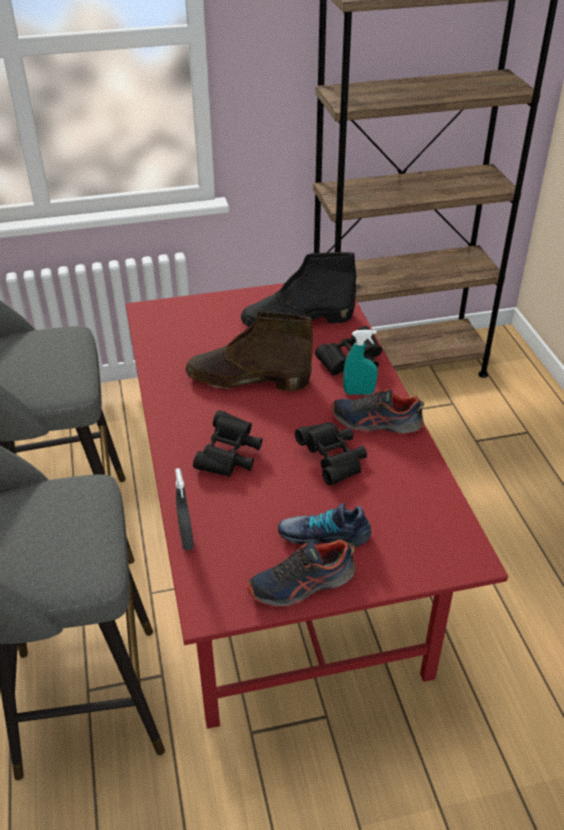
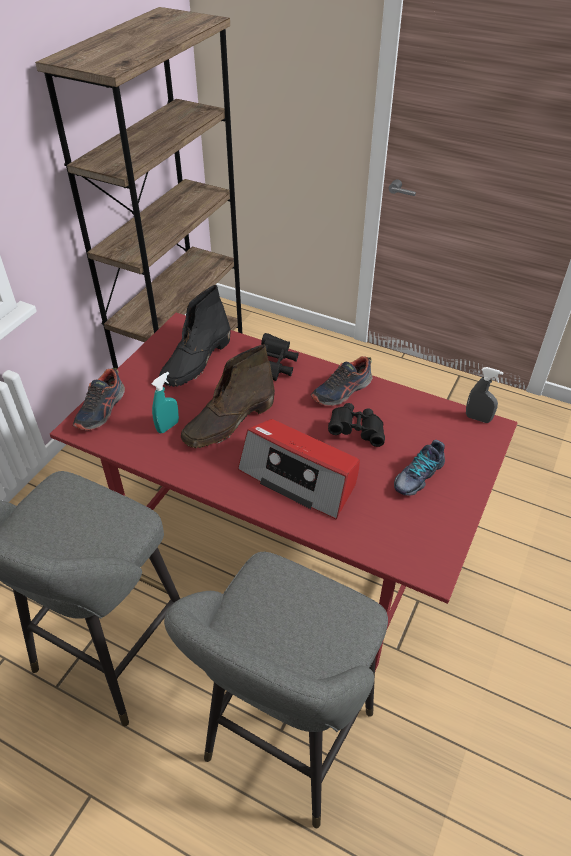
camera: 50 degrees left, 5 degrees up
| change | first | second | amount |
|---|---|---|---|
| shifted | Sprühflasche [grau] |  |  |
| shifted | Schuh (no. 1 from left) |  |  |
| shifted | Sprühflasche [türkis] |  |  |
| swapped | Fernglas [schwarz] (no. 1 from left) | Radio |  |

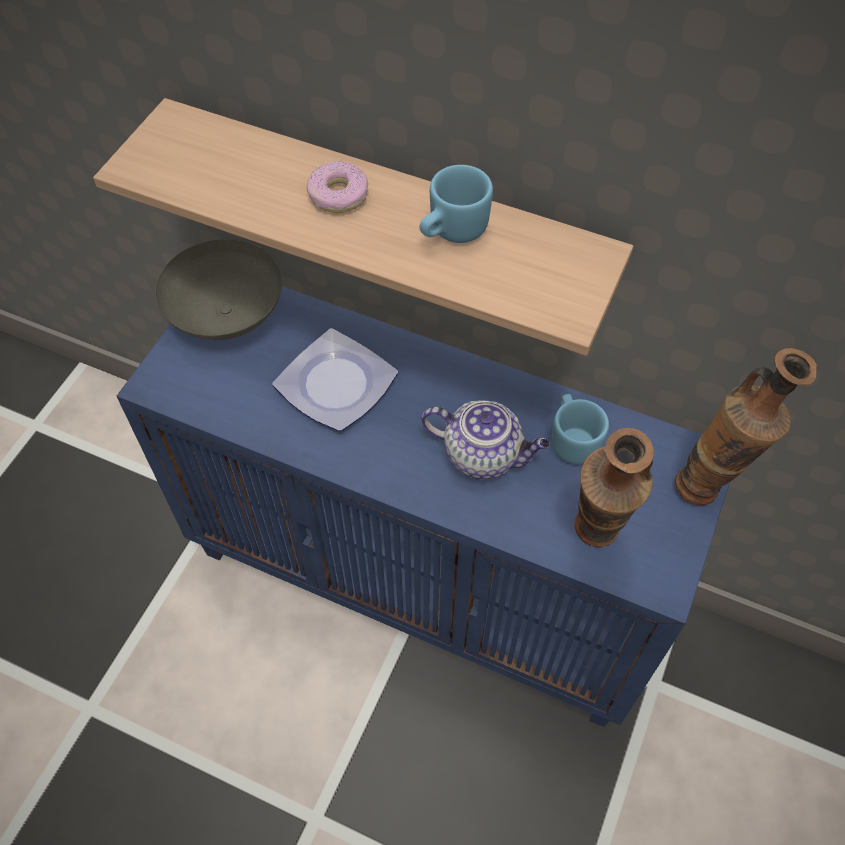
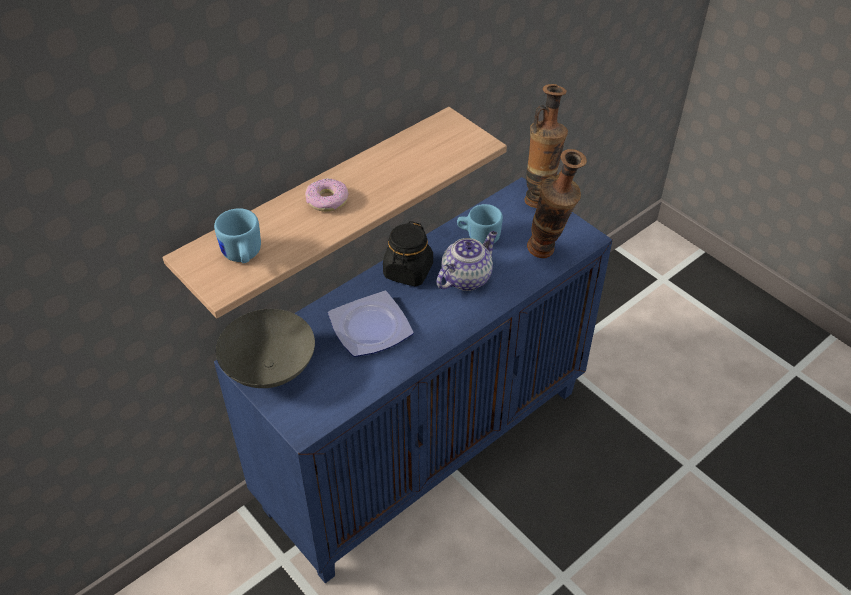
camera: 65 degrees left, 10 degrees down
| change | first | second | amount |
|---|---|---|---|
| new |  | Vorratsglas [schwarz] |  |
| shifted | Henkelbecher [blau] (no. 1 from left) |  |  |

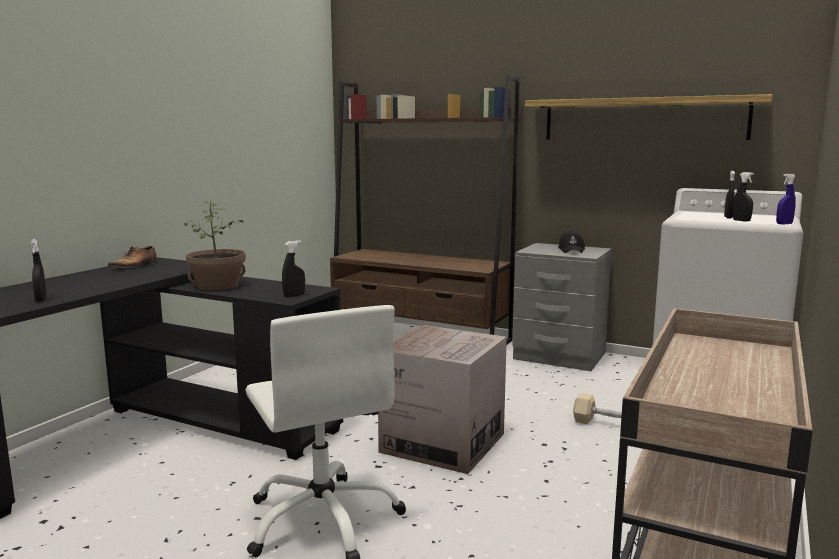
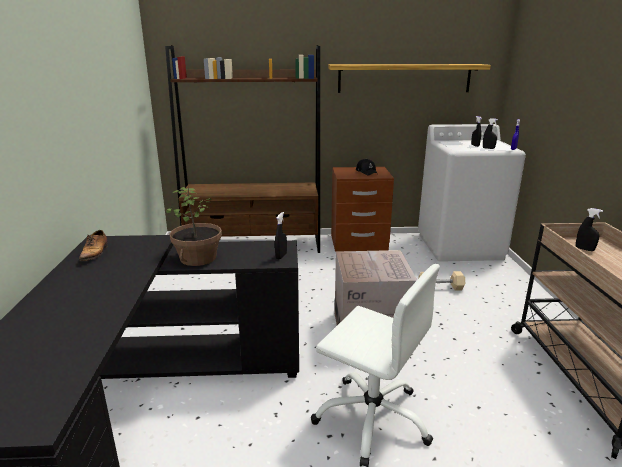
camera: 30 degrees left, 10 degrees up
| change | first | second | amount |
|---|---|---|---|
| shifted | Sprühflasche [schwarz] (no. 1 from left in the first image) | Sprühflasche [schwarz] (no. 4 from left) |  |
| repainted | Nachttisch [grau] | Nachttisch [braun] |  |

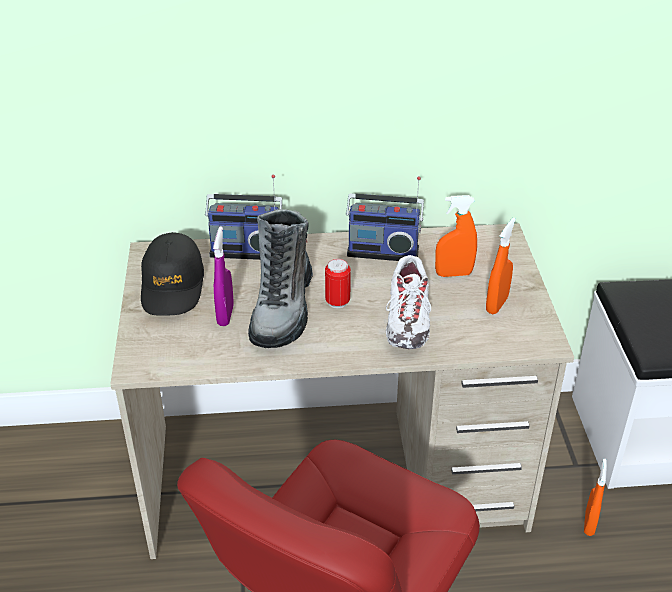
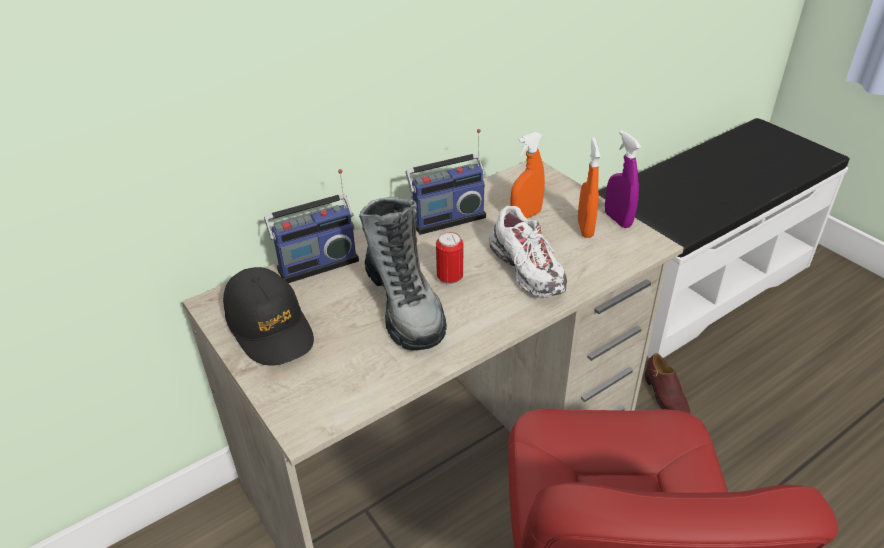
camera: 30 degrees left, 0 degrees up
| change | first | second | amount |
|---|---|---|---|
| shifted | Sprühflasche [lila] |  |  |
| swapped | Sprühflasche [orange] (no. 3 from left) | Schuh [braun] |  |

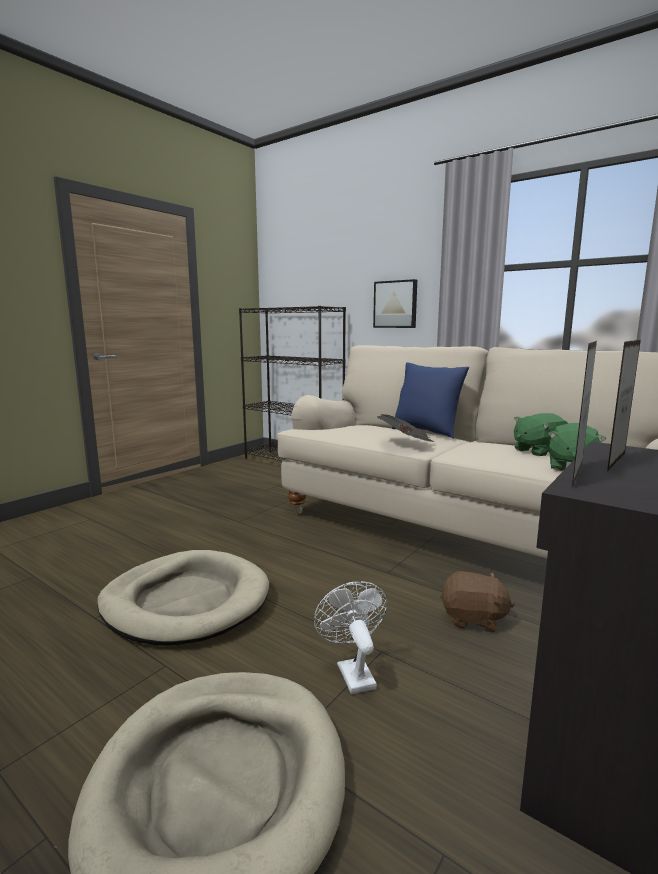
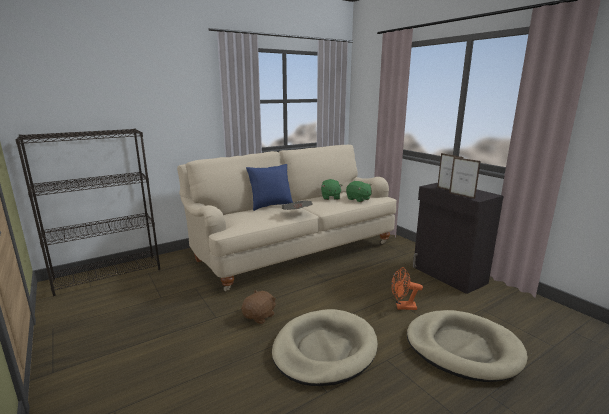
camera: 70 degrees left, 5 degrees up
| change | first | second | amount |
|---|---|---|---|
| gone | Bild |  |  |
| shifted | Plüschtier [braun] |  |  |
| repainted | Ventilator [weiß] | Ventilator [orange] |  |

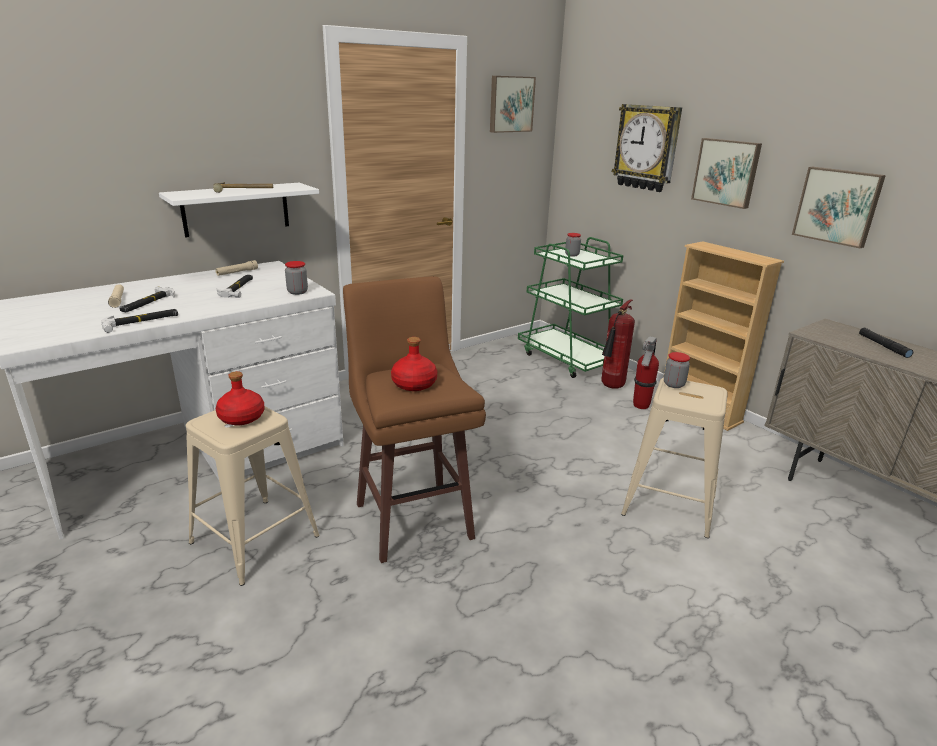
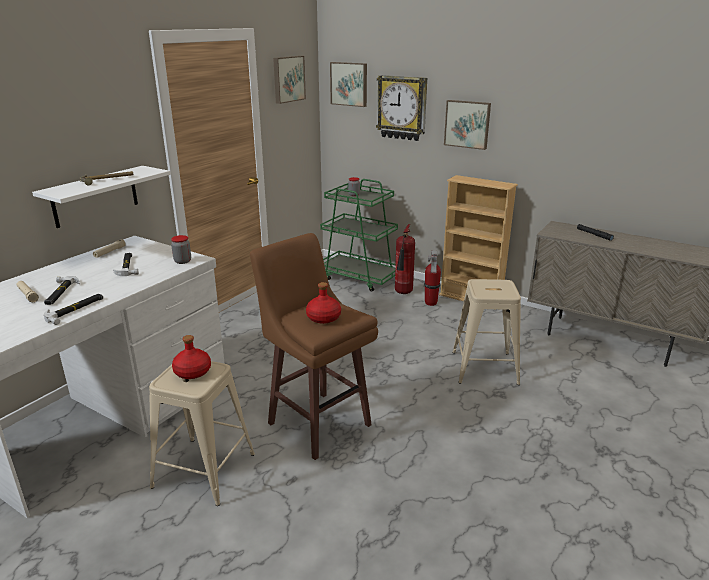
camera: 20 degrees left, 0 degrees up
| change | first | second | amount |
|---|---|---|---|
| gone | Vorratsglas (no. 3 from left) |  |  |
| shifted | Bild (no. 3 from left in the first image) | Bild (no. 2 from left) |  |

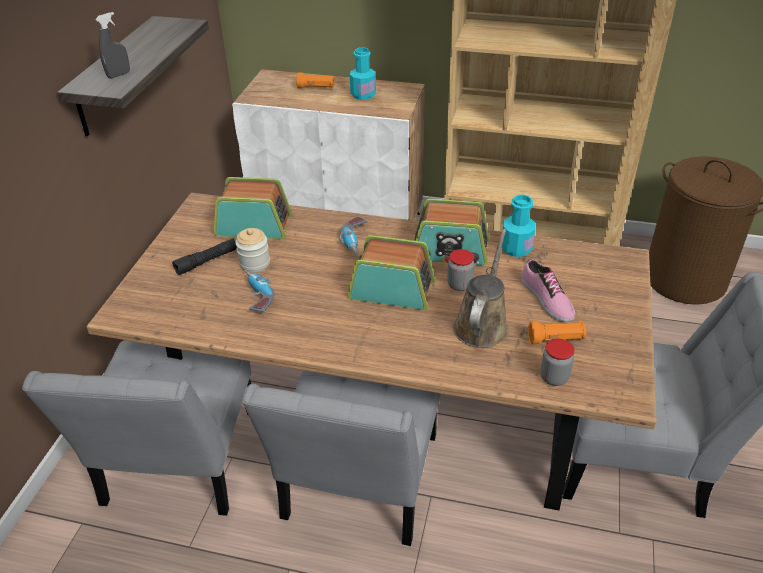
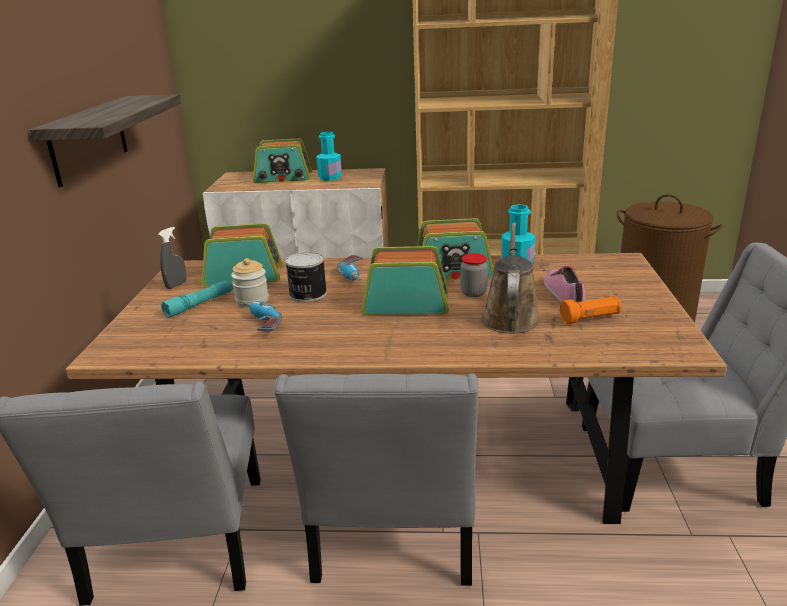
camera: 10 degrees left, 15 degrees down
| change | first | second | amount |
|---|---|---|---|
| gone | Vorratsglas (no. 3 from left) |  |  |
| new |  | Dose |  |
| shifted | Sprühflasche [grau] |  |  |
| swapped | Taschenlampe [orange] (no. 1 from left) | Radio (no. 2 from left) |  |
| repainted | Taschenlampe [schwarz] | Taschenlampe [türkis] |  |
| rotated | Schuh |  | 150 degrees counterclockwise |

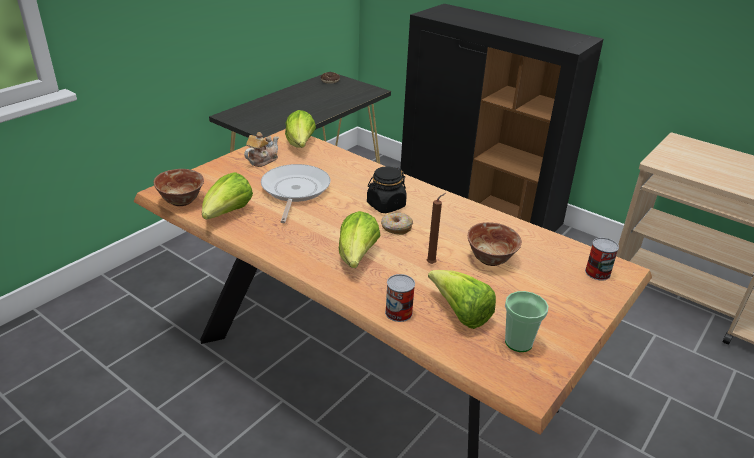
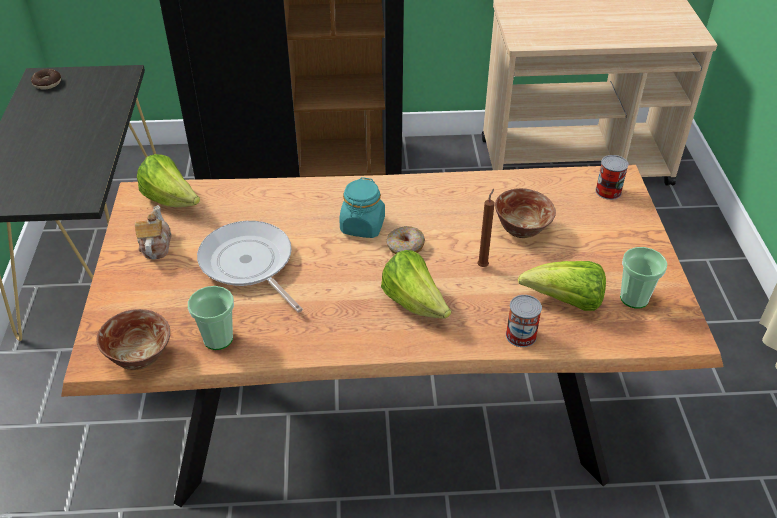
camera: 40 degrees left, 10 degrees up
| change | first | second | amount |
|---|---|---|---|
| swapped | Salatkopf (no. 1 from left) | Tasse (no. 1 from left) |  |
| repainted | Vorratsglas [schwarz] | Vorratsglas [türkis] |  |

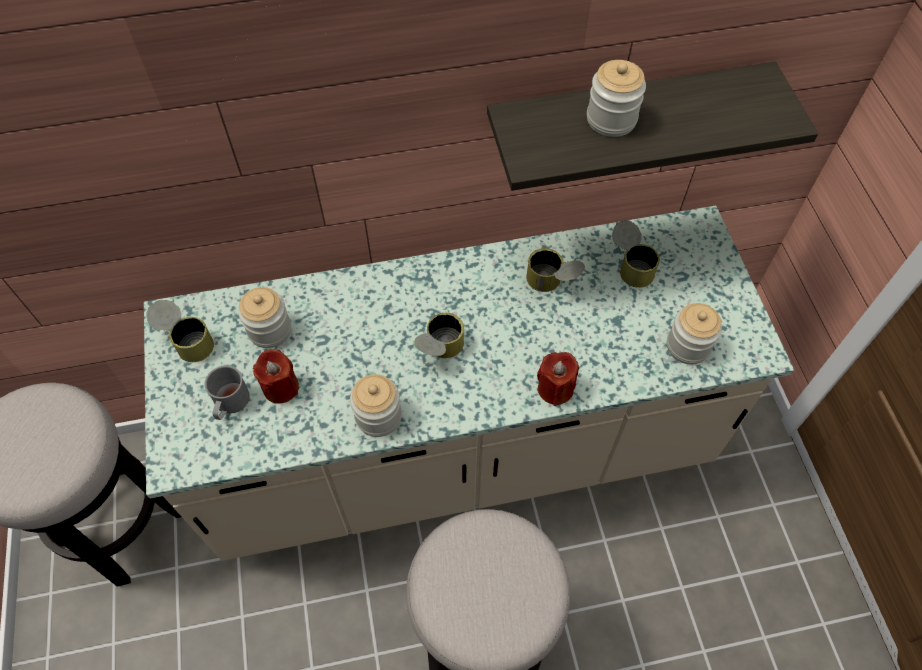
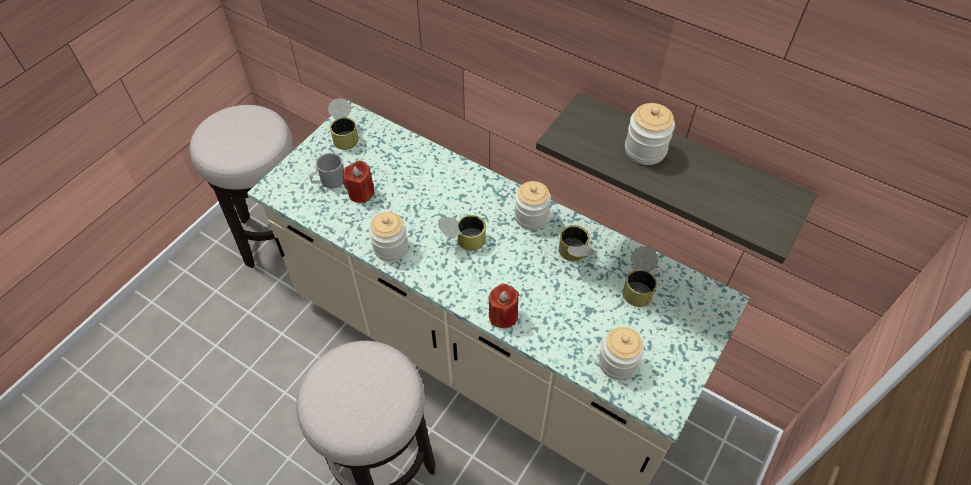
camera: 45 degrees right, 5 degrees down
| change | first | second | amount |
|---|---|---|---|
| shifted | Vorratsglas (no. 1 from left in the first image) | Vorratsglas (no. 2 from left) |  |

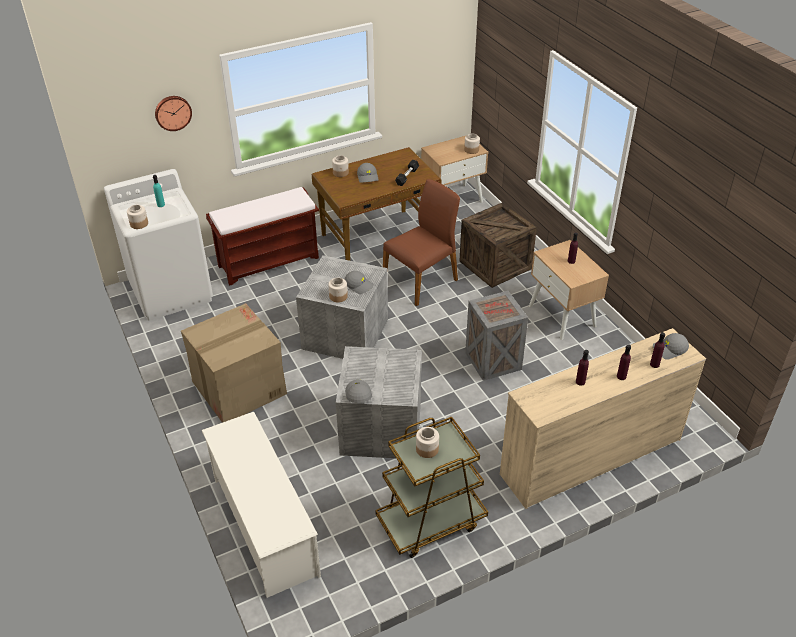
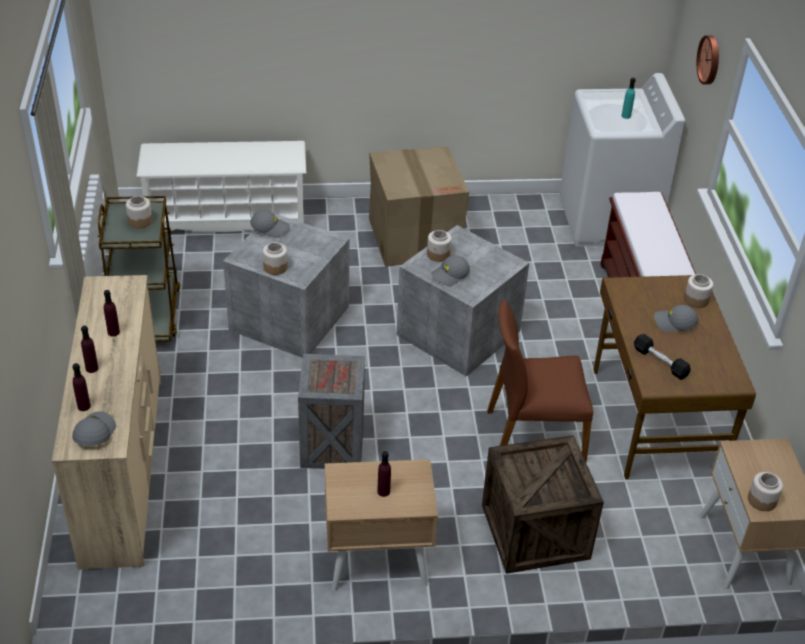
camera: 110 degrees right, 0 degrees up
| change | first | second | amount |
|---|---|---|---|
| shifted | Vorratsglas (no. 1 from left in the first image) | Vorratsglas (no. 2 from left) |  |
| rotated | Stuhl [braun] |  | 105 degrees clockwise |

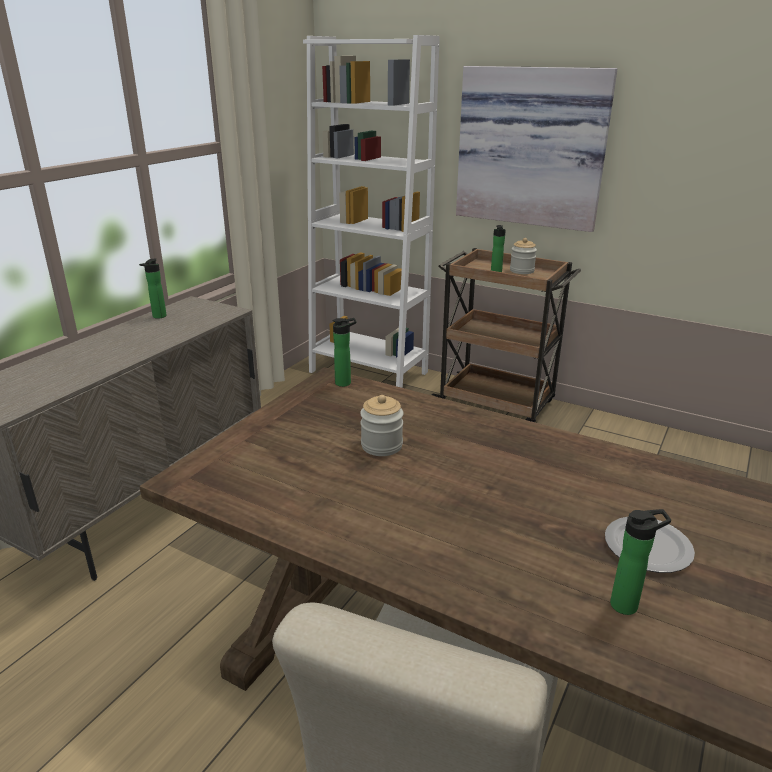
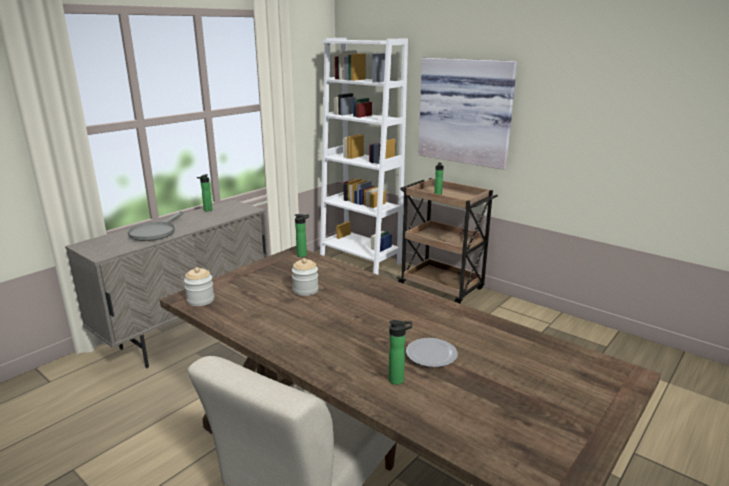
camera: 10 degrees right, 5 degrees down
| change | first | second | amount |
|---|---|---|---|
| new |  | Pfanne [grau] |  |
| shifted | Vorratsglas (no. 2 from left in the first image) | Vorratsglas (no. 1 from left) |  |

